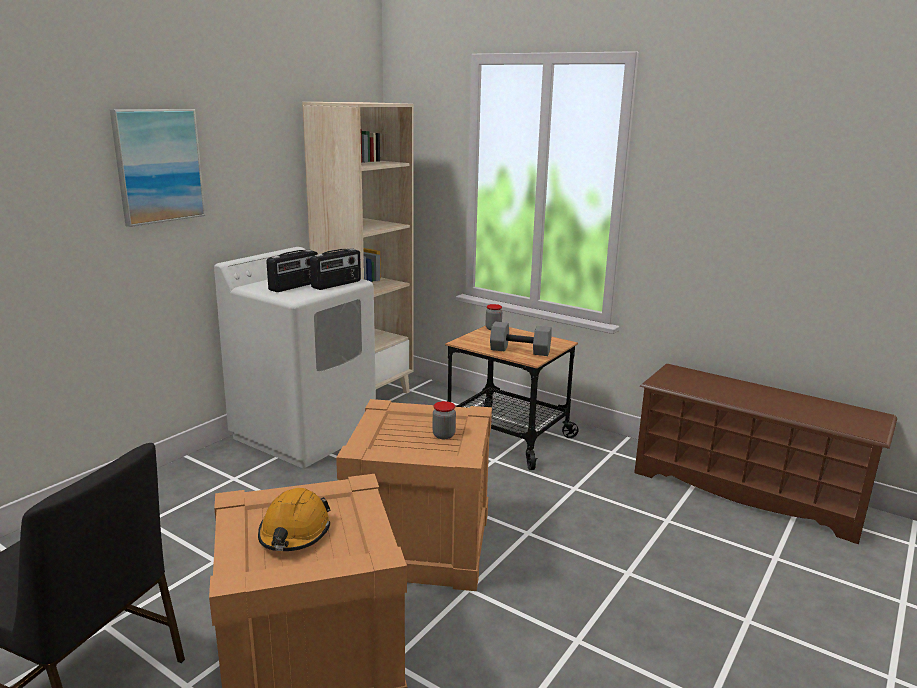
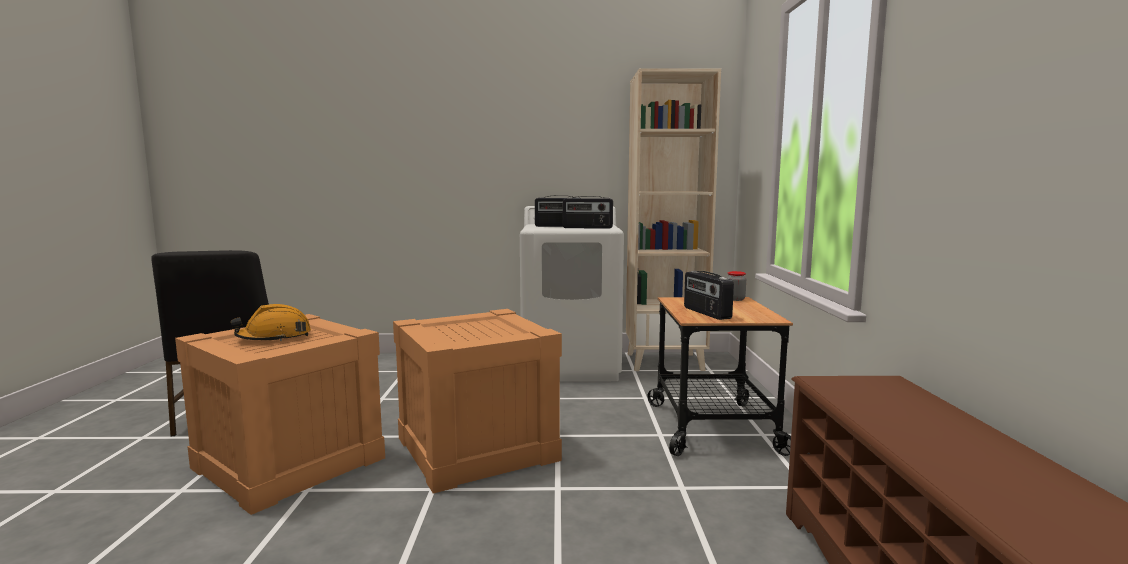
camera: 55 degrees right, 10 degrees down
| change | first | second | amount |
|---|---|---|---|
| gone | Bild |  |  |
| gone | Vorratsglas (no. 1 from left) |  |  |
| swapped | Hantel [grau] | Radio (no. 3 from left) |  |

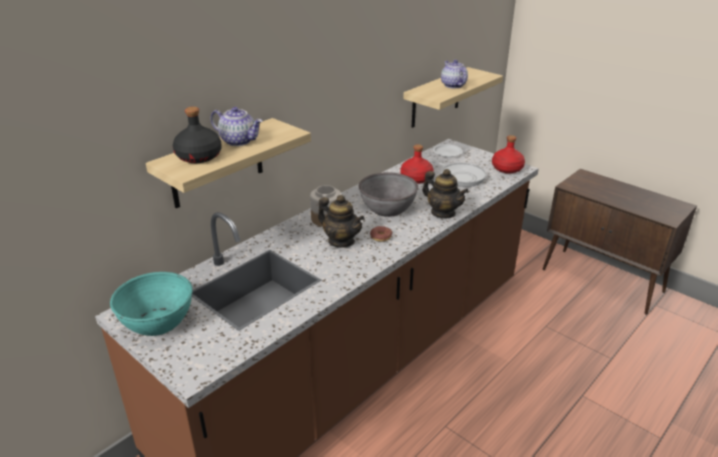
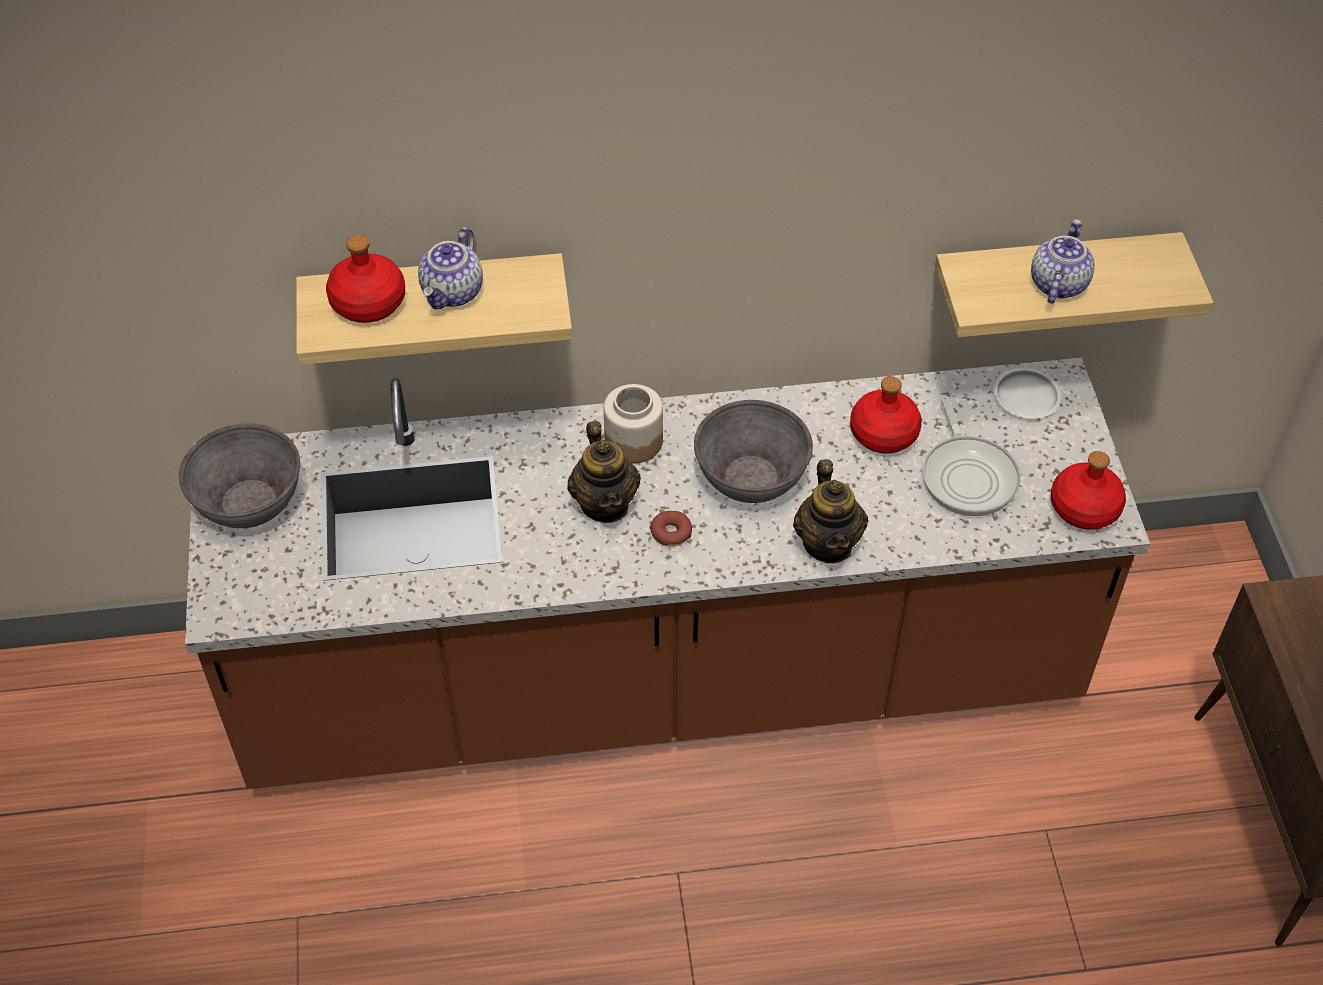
camera: 40 degrees right, 20 degrees up
| change | first | second | amount |
|---|---|---|---|
| repainted | Schüssel [türkis] | Schüssel [grau] (no. 1 from left) |  |
| repainted | Flasche [schwarz] | Flasche [rot] (no. 1 from left) |  |
| rotated | Teekanne (no. 1 from left) |  | 45 degrees clockwise |

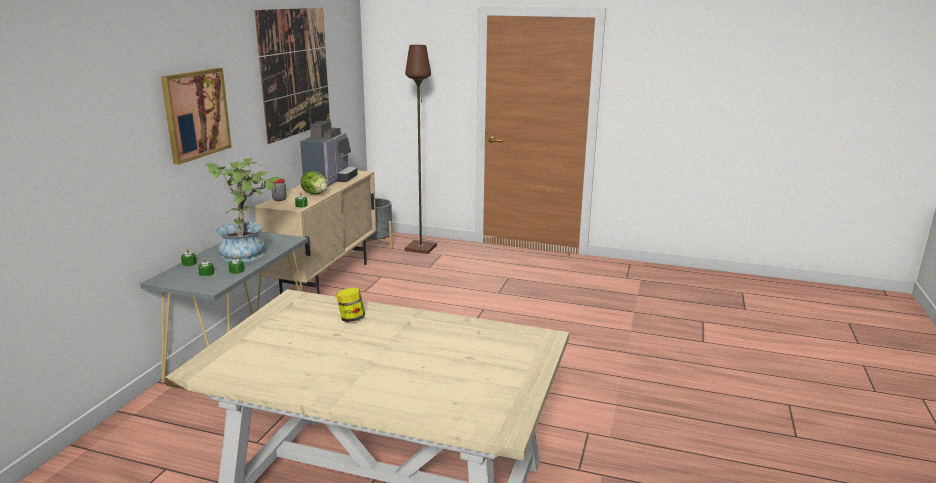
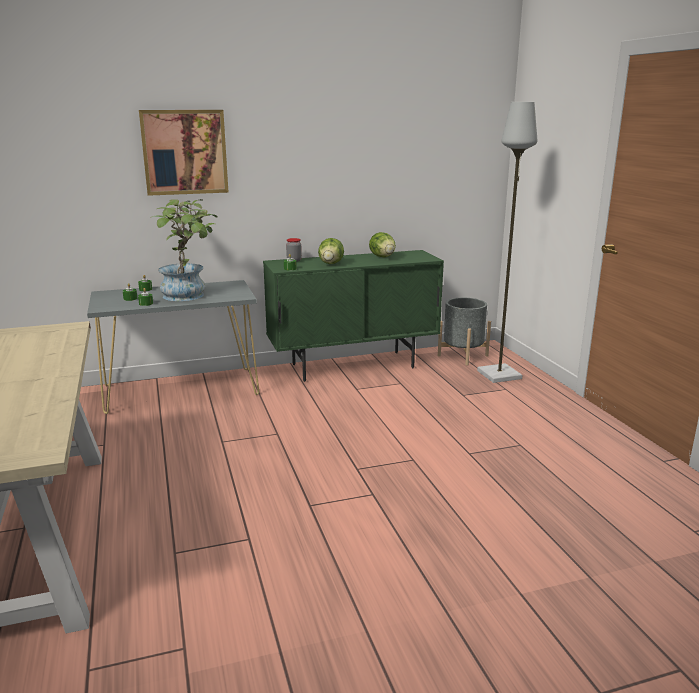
camera: 55 degrees right, 0 degrees up
| change | first | second | amount |
|---|---|---|---|
| gone | Bild (no. 2 from left) |  |  |
| gone | Vorratsglas (no. 2 from left) |  |  |
| swapped | Kaffeemaschine | Salatkopf (no. 2 from left) |  |
| repainted | Schrank [beige] | Schrank [grün] |  |
| repainted | Stehlampe [braun] | Stehlampe [grau] |  |

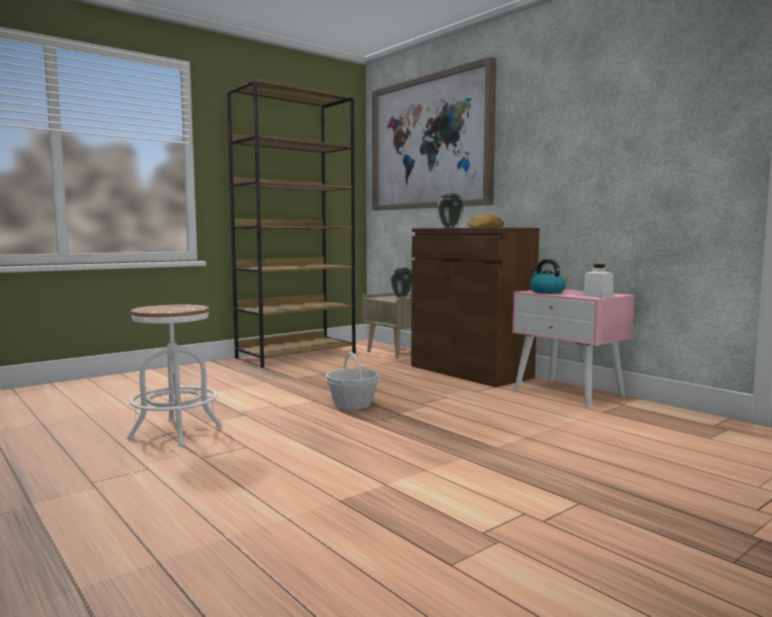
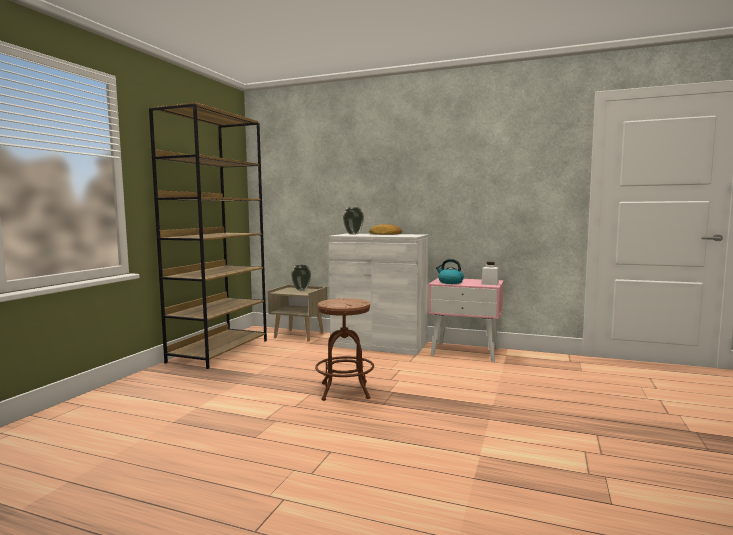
camera: 30 degrees left, 0 degrees up
| change | first | second | amount |
|---|---|---|---|
| gone | Hocker [weiß] |  |  |
| gone | Bild |  |  |
| swapped | Korb | Hocker [braun] |  |
| repainted | Schrank [braun] | Schrank [weiß] |  |

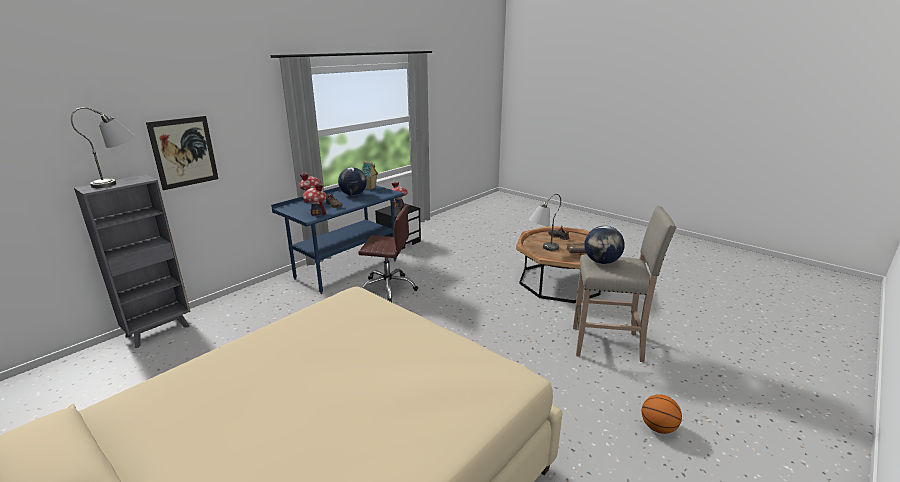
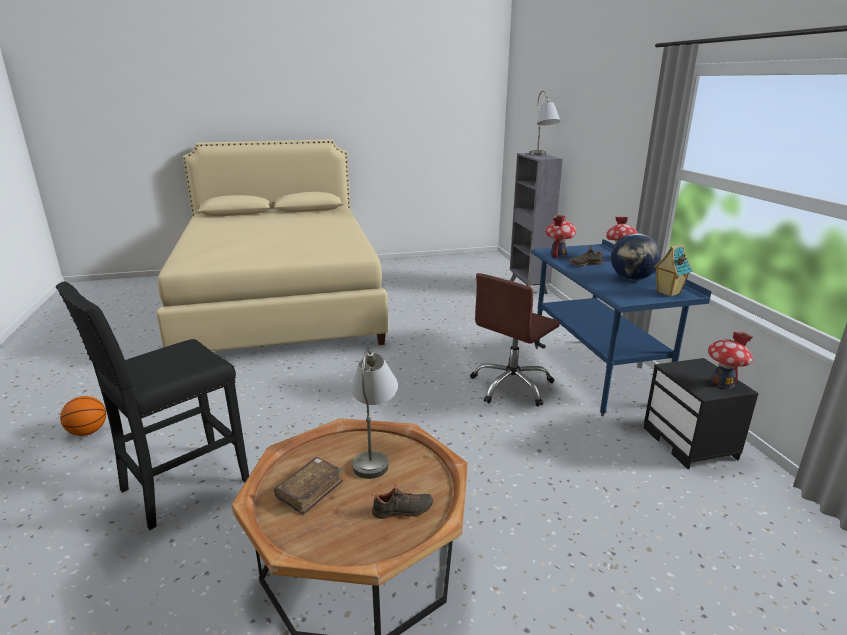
camera: 125 degrees right, 0 degrees up
| change | first | second | amount |
|---|---|---|---|
| gone | Bild |  |  |
| gone | Globus (no. 2 from left) |  |  |
| repainted | Hocker [beige] | Hocker [schwarz] |  |

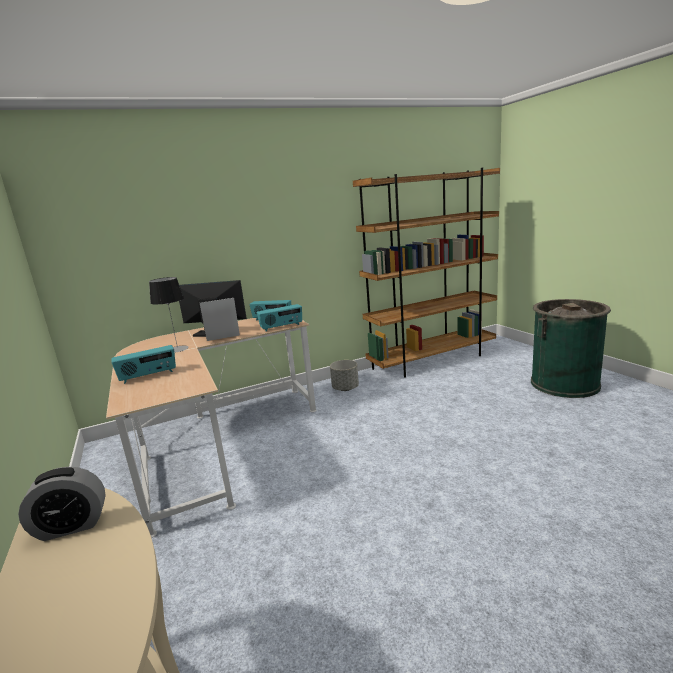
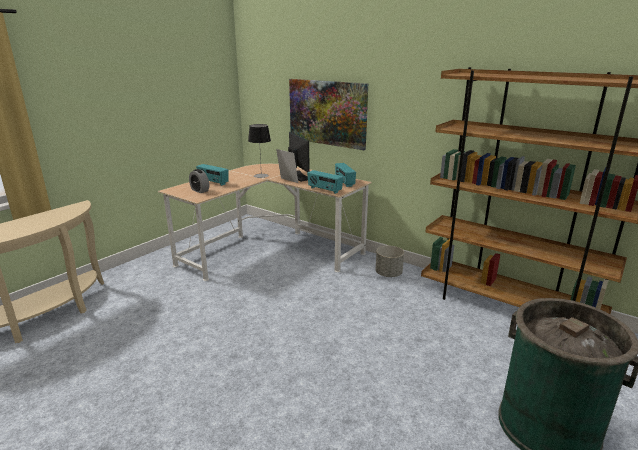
camera: 60 degrees right, 5 degrees up
| change | first | second | amount |
|---|---|---|---|
| new |  | Bild |  |
| shifted | Wecker |  |  |

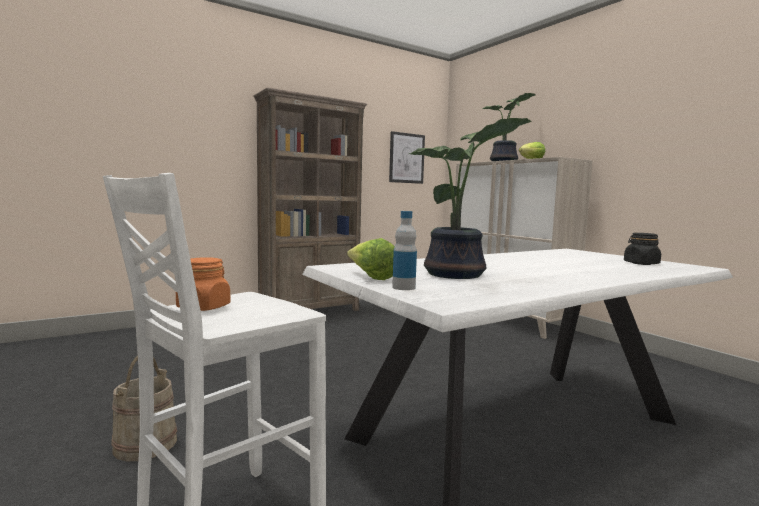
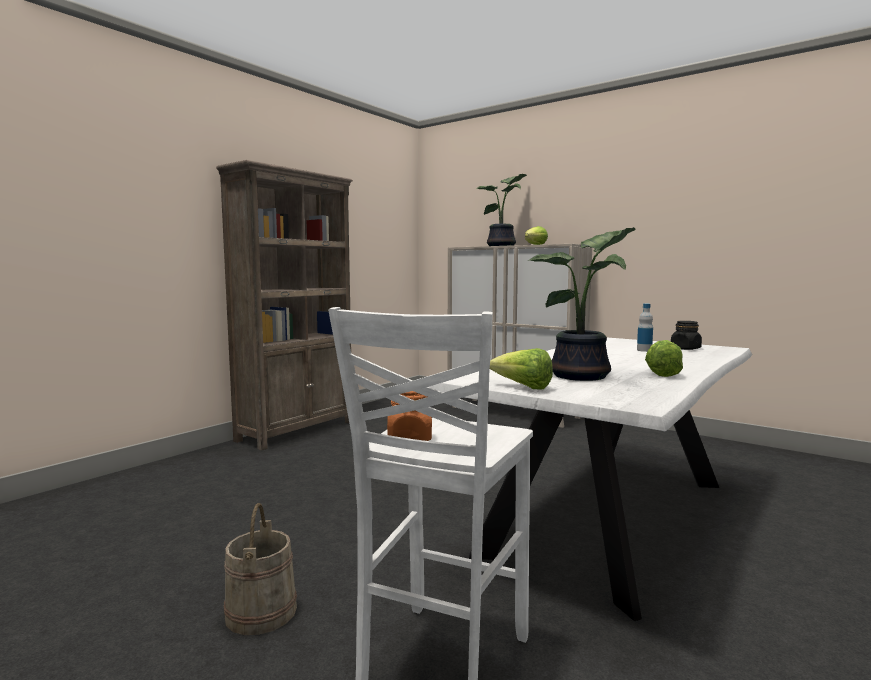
camera: 20 degrees left, 0 degrees up
| change | first | second | amount |
|---|---|---|---|
| gone | Bild |  |  |
| new |  | Salatkopf (no. 3 from left) |  |
| shifted | Flasche |  |  |

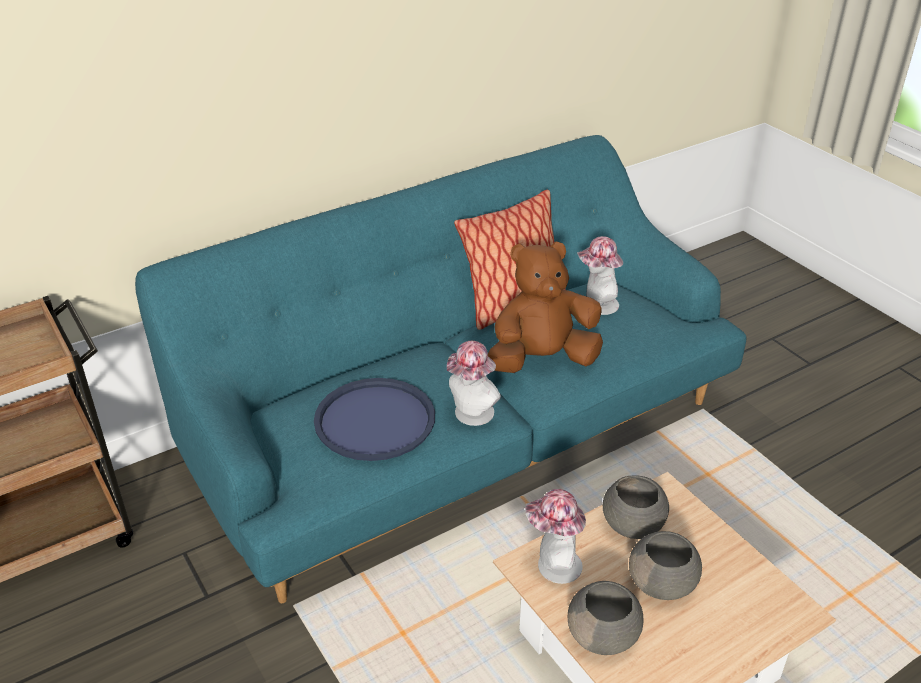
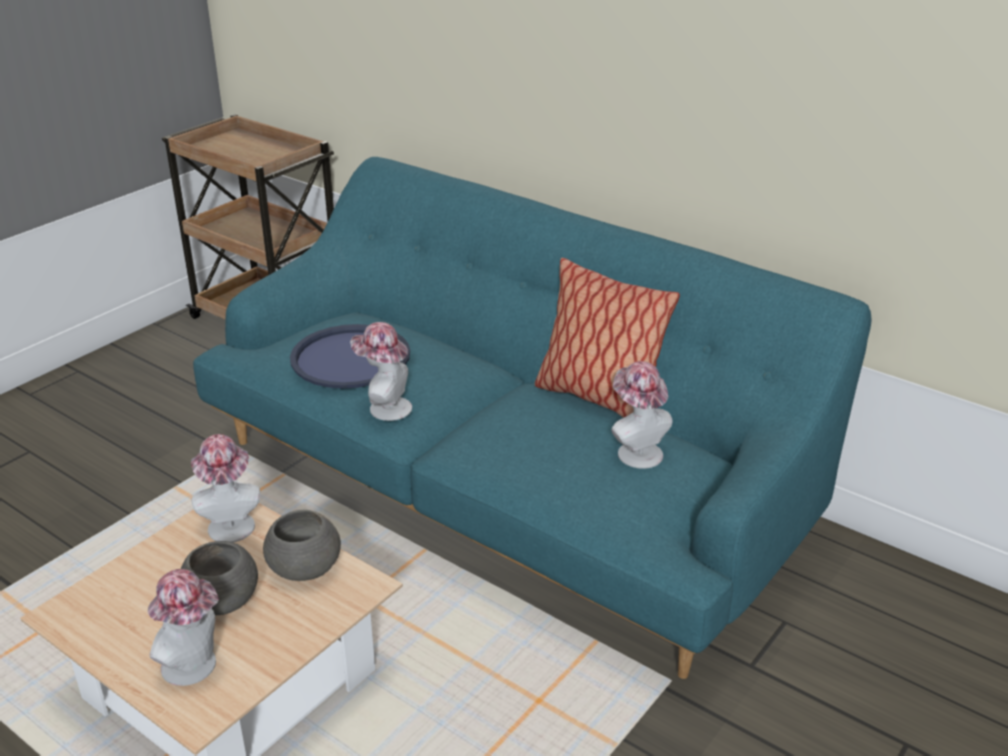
camera: 70 degrees right, 5 degrees down
| change | first | second | amount |
|---|---|---|---|
| gone | Plüschtier [braun] |  |  |
| gone | Schüssel [grau] (no. 1 from left) |  |  |
| new |  | Hut (no. 1 from left) |  |

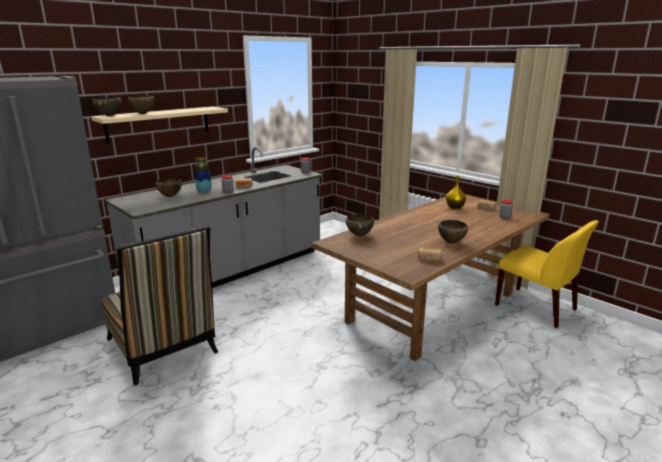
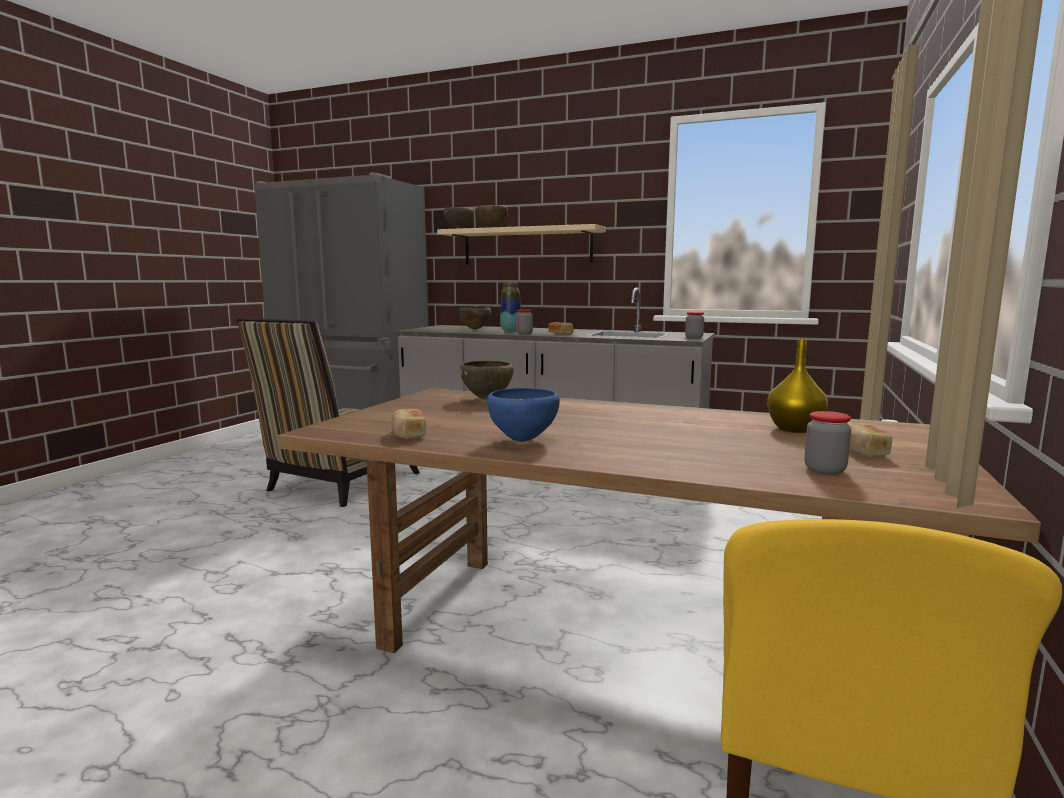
camera: 65 degrees right, 10 degrees down
| change | first | second | amount |
|---|---|---|---|
| repainted | Schüssel [braun] (no. 5 from left) | Schüssel [blau] |  |

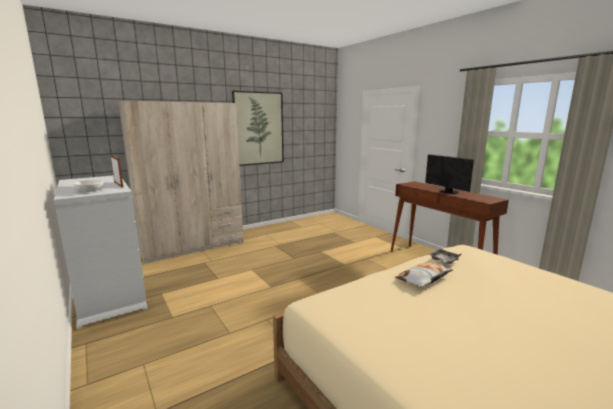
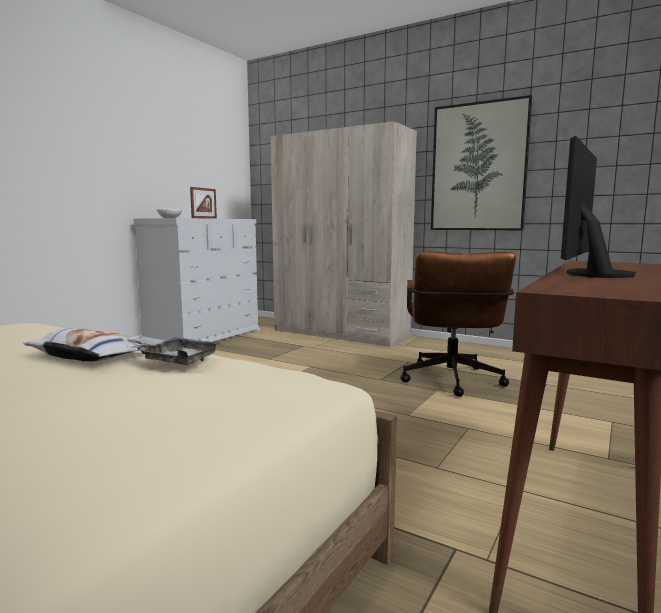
camera: 65 degrees right, 5 degrees down
| change | first | second | amount |
|---|---|---|---|
| new |  | Bürostuhl [braun] |  |

